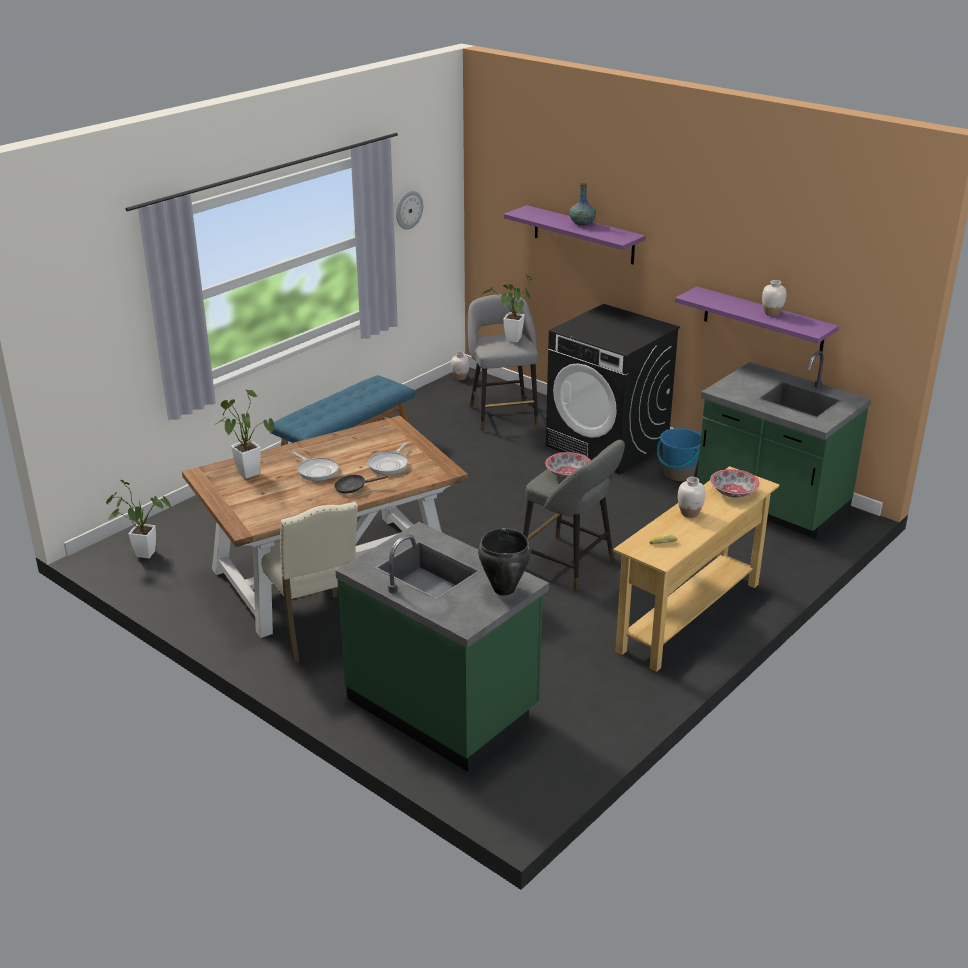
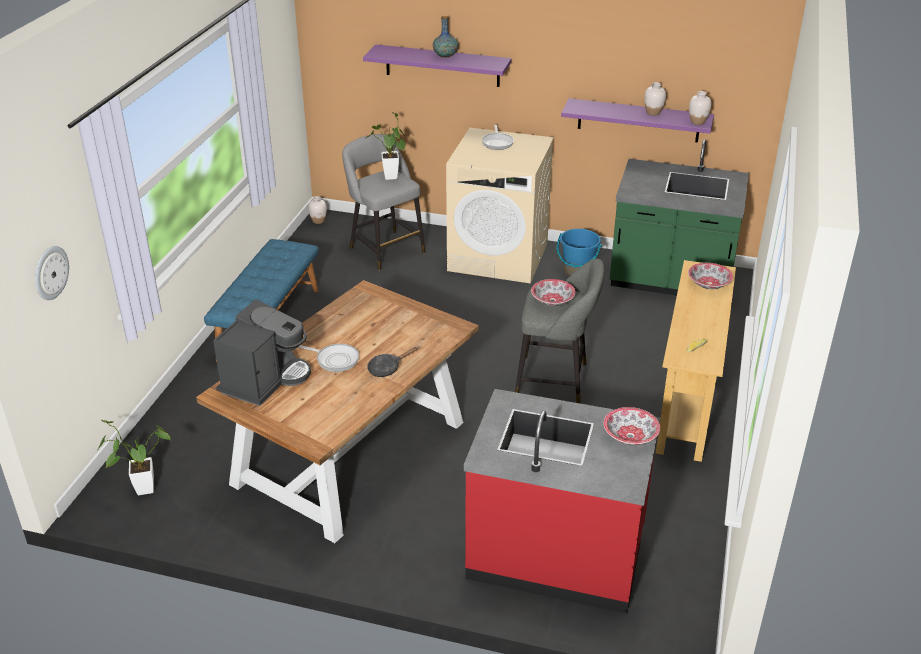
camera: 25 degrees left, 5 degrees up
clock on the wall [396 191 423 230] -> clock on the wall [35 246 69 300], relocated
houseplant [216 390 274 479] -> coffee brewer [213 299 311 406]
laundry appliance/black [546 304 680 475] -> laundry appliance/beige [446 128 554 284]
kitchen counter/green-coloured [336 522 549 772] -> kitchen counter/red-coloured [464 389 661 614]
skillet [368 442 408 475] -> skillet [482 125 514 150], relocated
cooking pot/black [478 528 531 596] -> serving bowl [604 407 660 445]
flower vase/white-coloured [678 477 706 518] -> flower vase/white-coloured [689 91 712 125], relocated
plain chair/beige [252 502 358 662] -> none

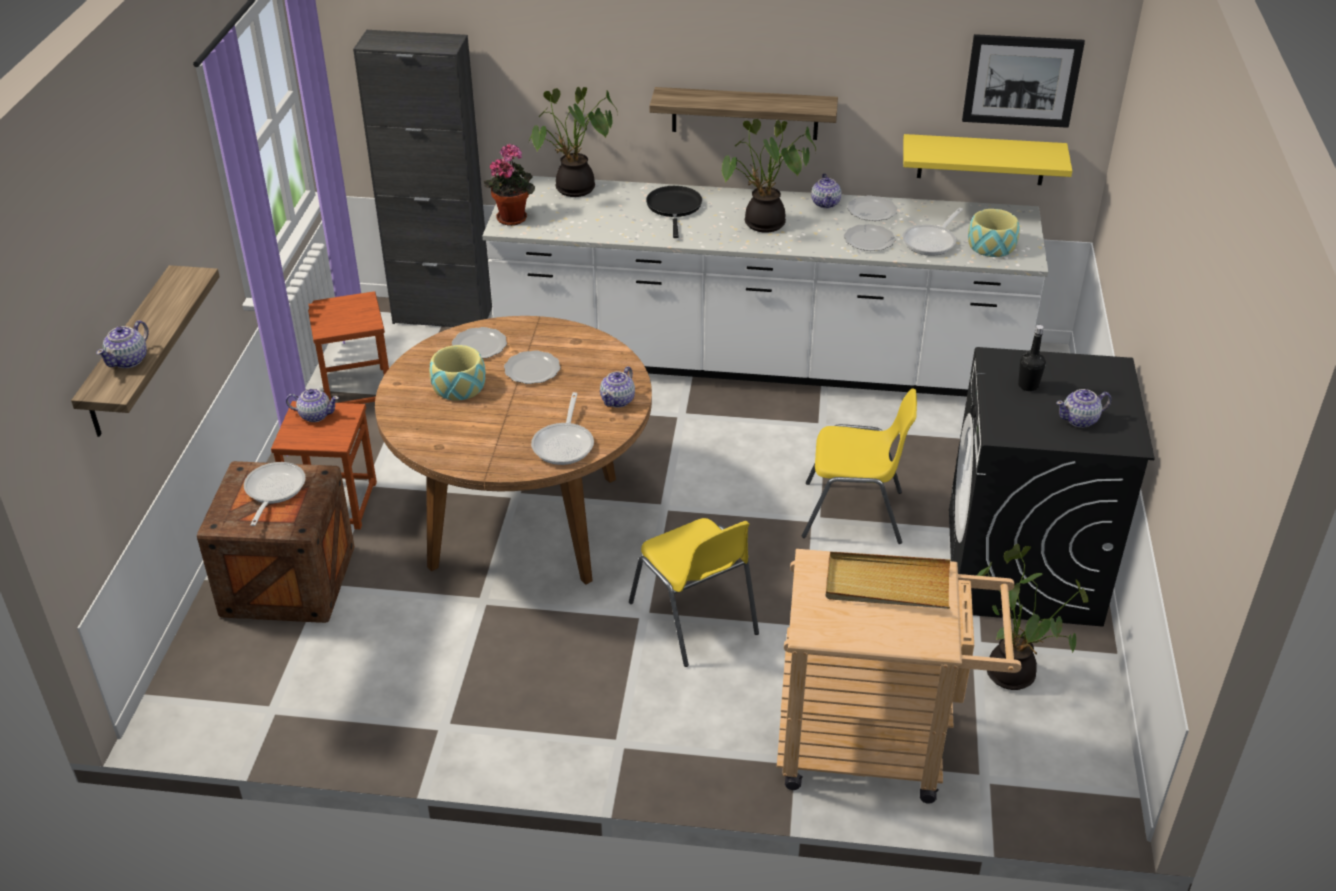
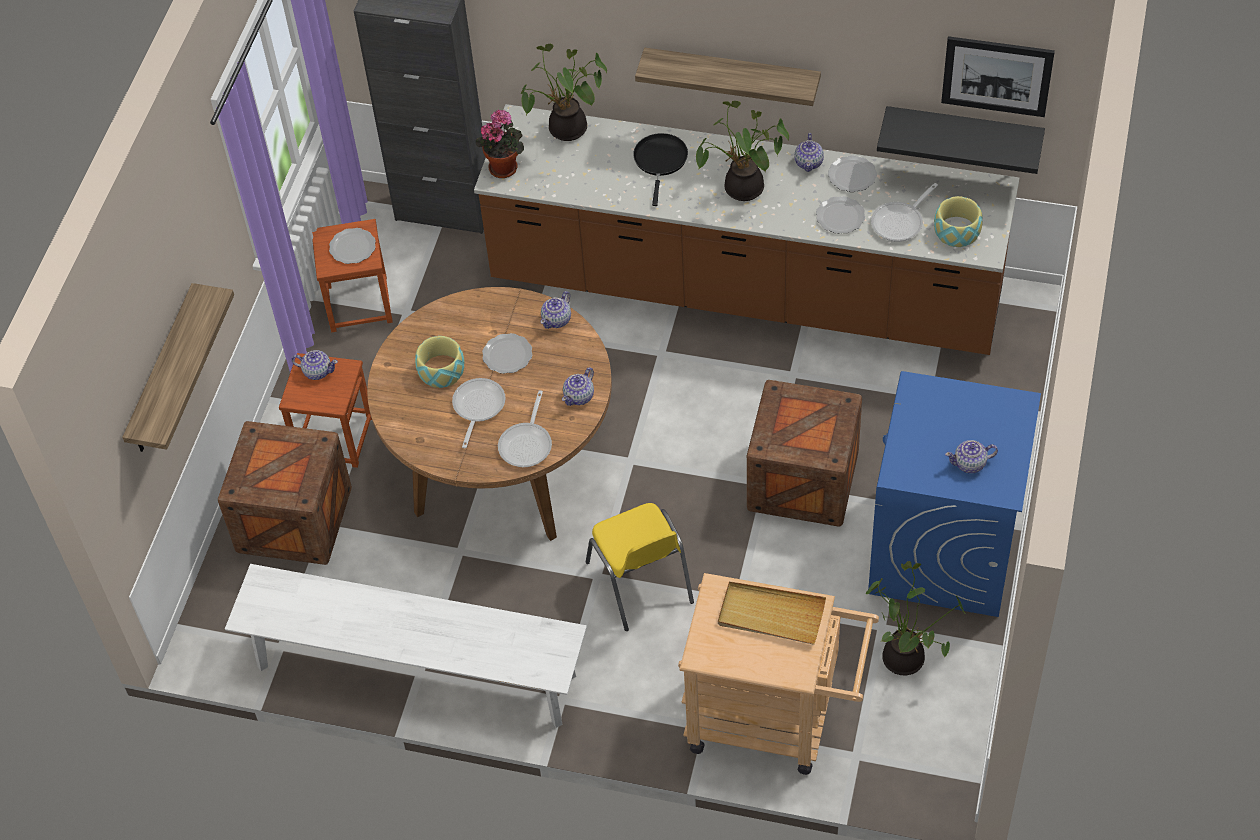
camera: 10 degrees right, 15 degrees up
none -> bench/white-coloured [225 564 587 728]
dinner plate [452 327 507 358] -> dinner plate [329 228 376 264], relocated
skillet [244 462 306 526] -> skillet [452 378 506 448], relocated
kitchen counter/white-coloured [483 175 1048 397] -> kitchen counter/brownish [474 104 1019 355]
pot for tea [96 320 149 368] -> pot for tea [541 291 571 329], relocated
plain chair/yellow-coloured [802 388 917 544] -> packing crate [747 380 862 527]
laundry appliance/black [949 347 1155 627] -> laundry appliance/bluish [868 371 1041 617]
bracket shelf/yellow-coloured [903 134 1072 185] -> bracket shelf/black [877 106 1045 174]
drink bottle/black [1018 325 1046 391] -> none

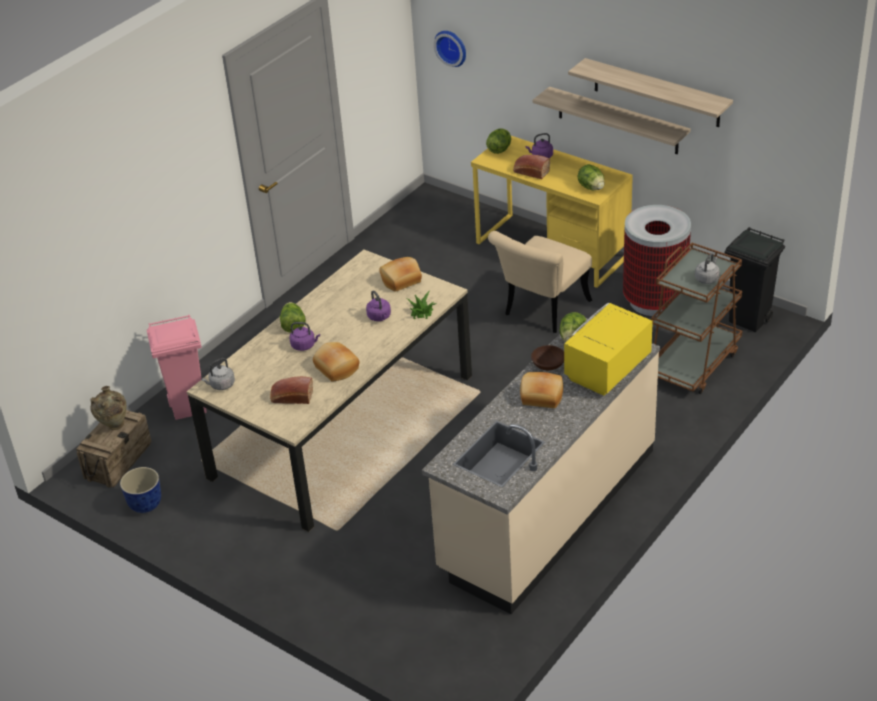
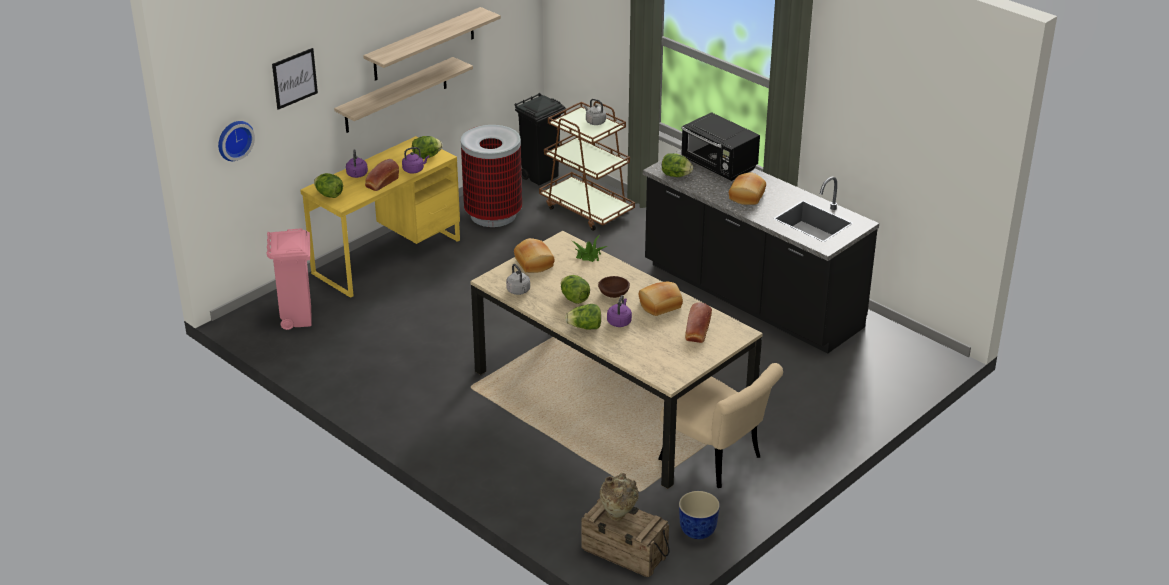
camera: 85 degrees left, 5 degrees down
waste bin/pinkish [147 315 207 420] -> waste bin/pinkish [267 228 312 330], relocated
none -> wall picture [272 48 318 110]
kettle/purple-coloured [366 290 391 321] -> kettle/purple-coloured [402 147 429 173], relocated
kettle/grey [201 358 235 390] -> kettle/grey [506 264 530 295], relocated
none -> lettuce head [561 275 590 304]
serving bowl/brownish [531 345 564 370] -> serving bowl/brownish [598 276 630 298], relocated
kitchen counter/beige [422 318 660 614] -> kitchen counter/black [643 149 879 354]
plain chair/beige [488 231 592 333] -> plain chair/beige [658 363 783 488], relocated
kitchen microwave/yellow-coloured [564 303 653 396] -> kitchen microwave/black [681 112 760 181]

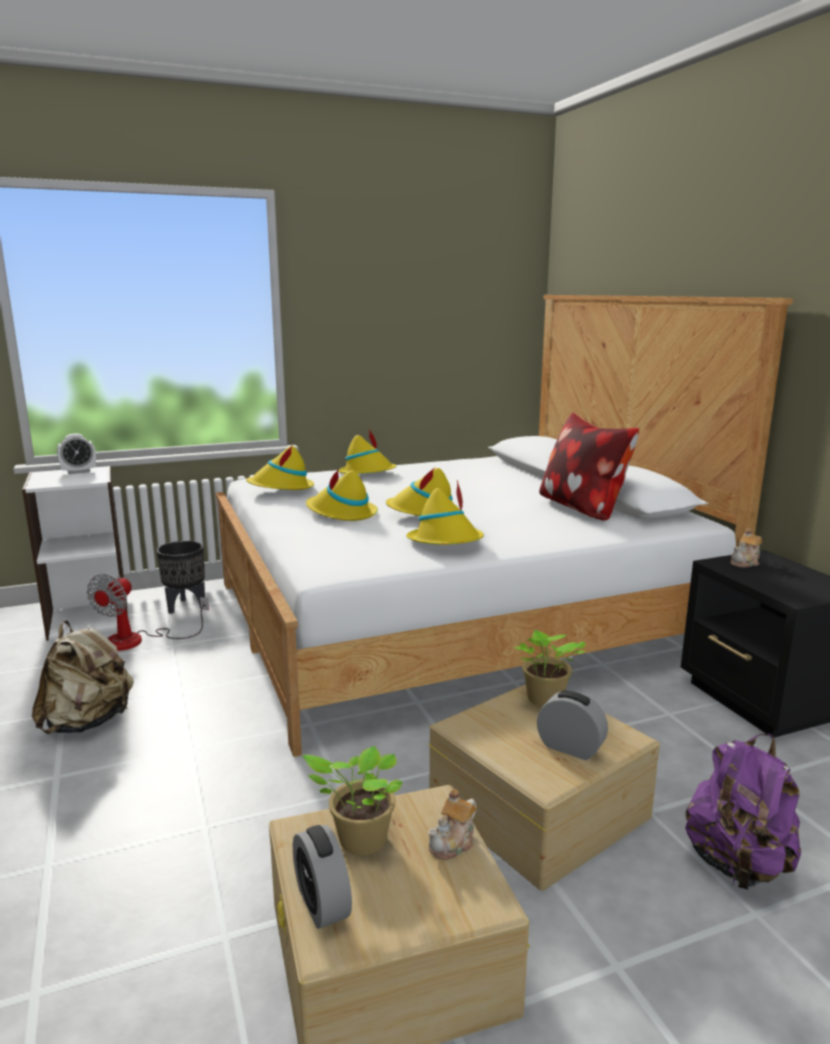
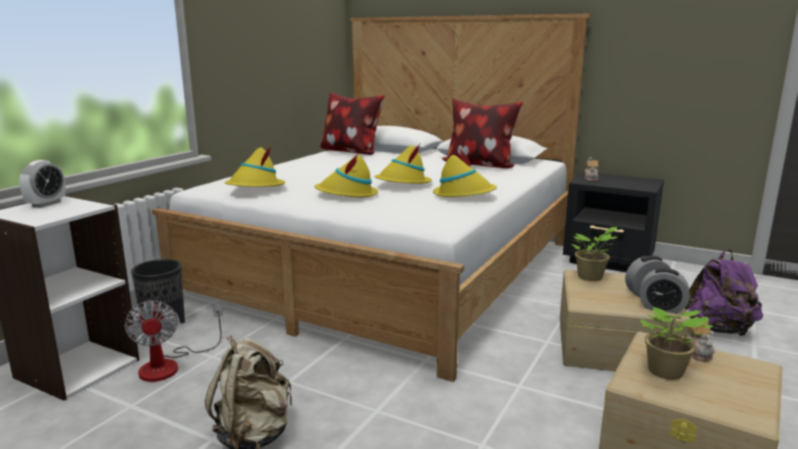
camera: 40 degrees left, 0 degrees up
none -> pillow [319 92 384 155]
bedside clock [293 825 352 929] -> bedside clock [640 268 689 314], relocated
hat/yellow-coloured [338 429 397 474] -> none

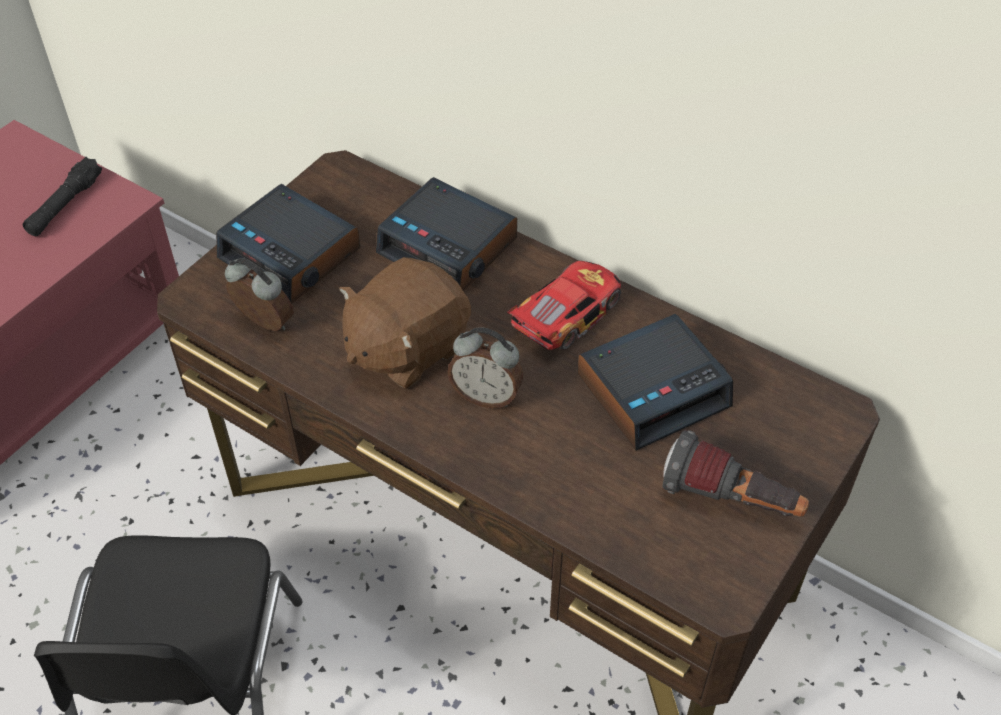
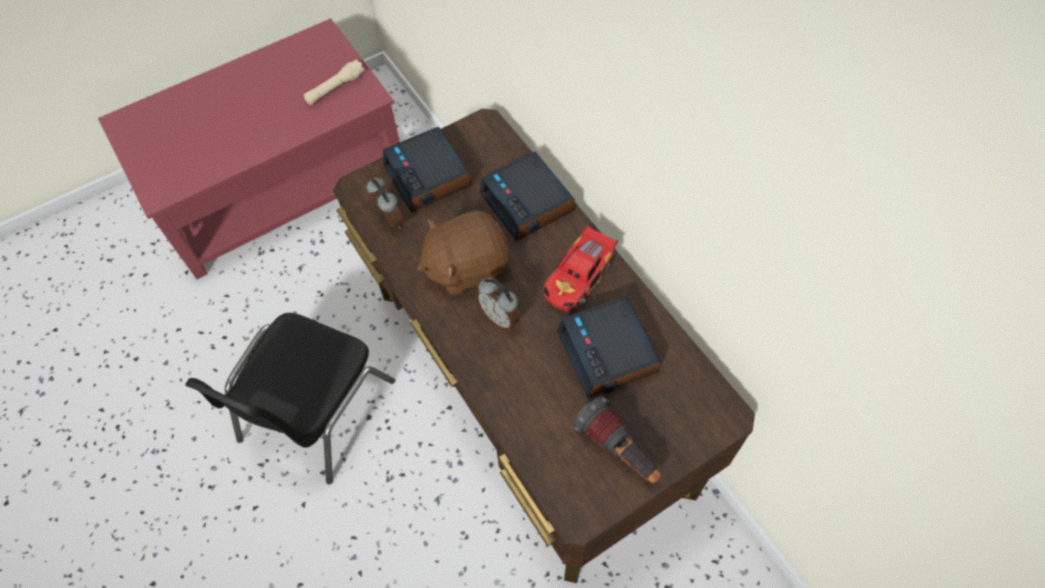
camera: 25 degrees right, 10 degrees up
torch/black [23 157 102 236] -> torch/beige [303 59 365 105]
toy car [507 261 621 350] -> toy car [543 225 618 312], 150 degrees clockwise
bedside clock [577 314 733 451] -> bedside clock [557 297 661 398], 75 degrees clockwise

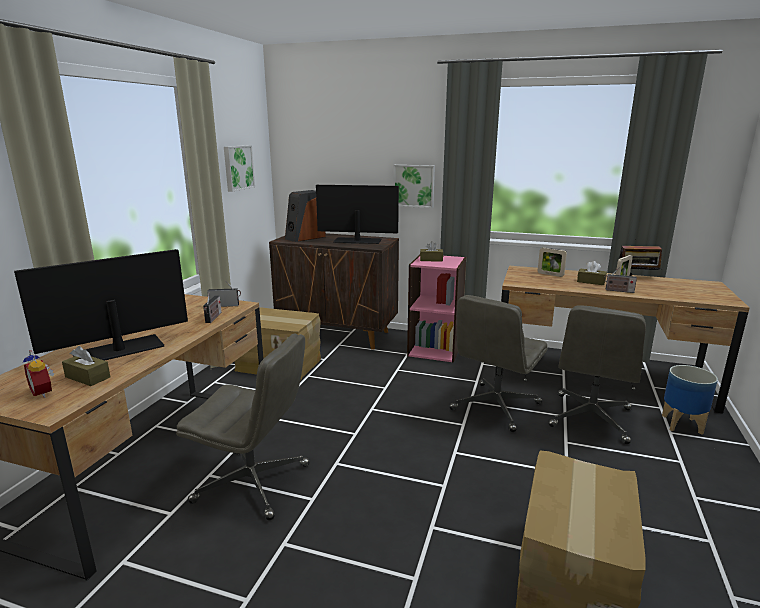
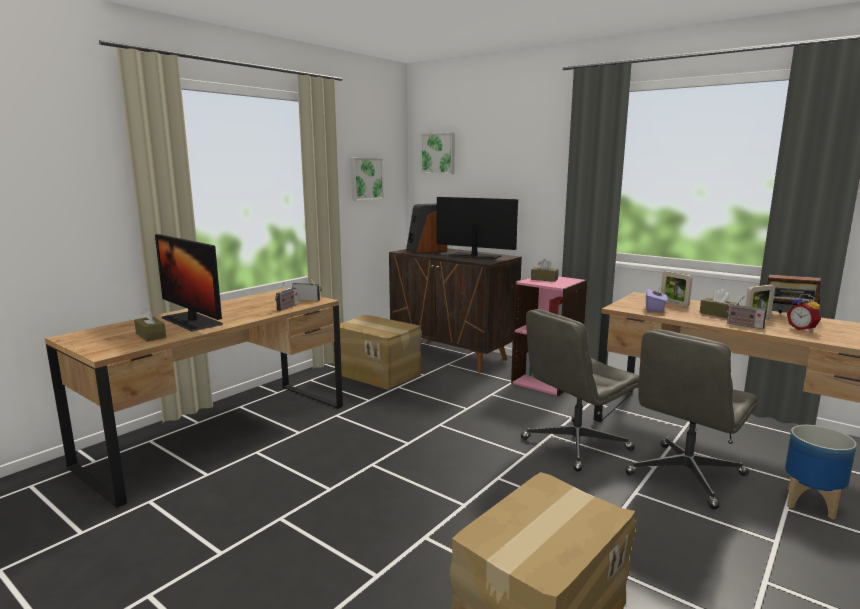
camera: 20 degrees right, 5 degrees down
computer display [14 249 188 361] -> computer display [155 234 223 331], 120 degrees counterclockwise
wall picture [393 165 435 208] -> wall picture [420 132 455 174], relocated
none -> tissue box/purple-coloured [646 286 667 312]
bedside clock [23 350 55 398] -> bedside clock [787 294 821 332], relocated
desk chair/grey [176 333 310 520] -> none

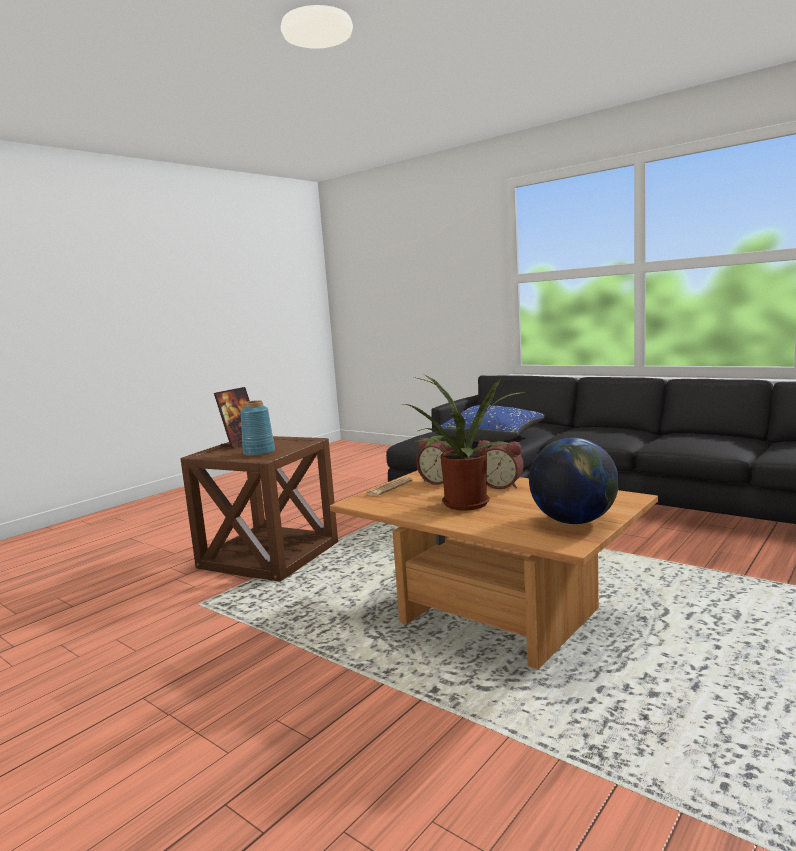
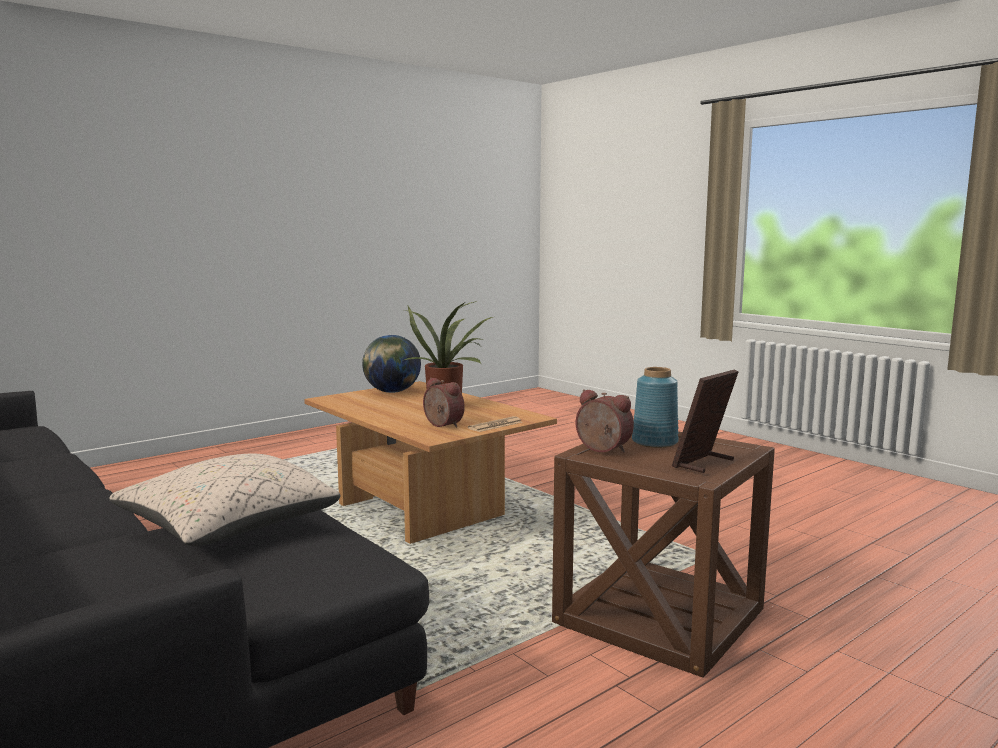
camera: 170 degrees left, 0 degrees up
pillow/bluish [438 405 545 442] -> pillow/beige [109 454 340 546]
bedside clock [478 440 524 489] -> bedside clock [576 389 634 452], relocated

